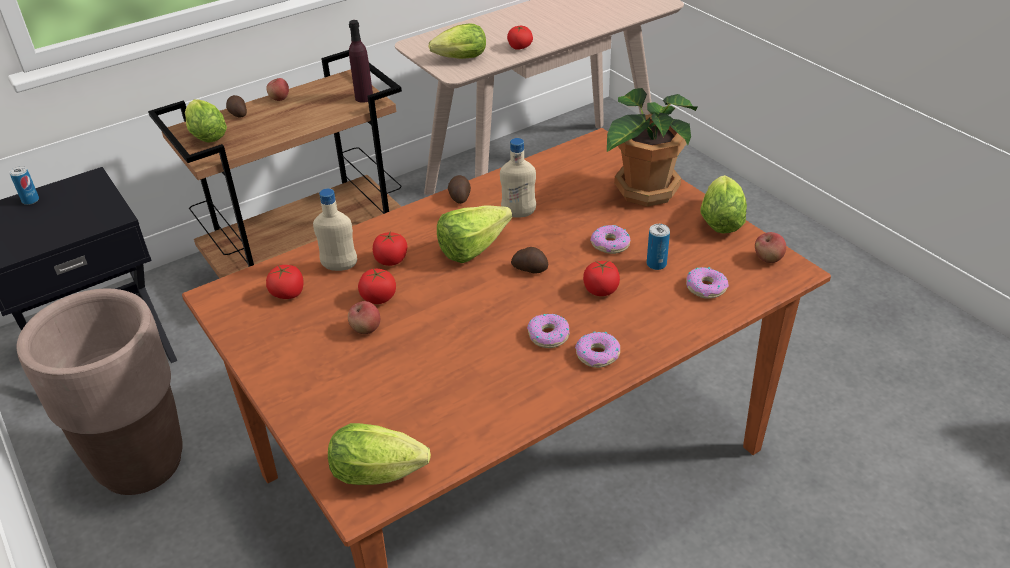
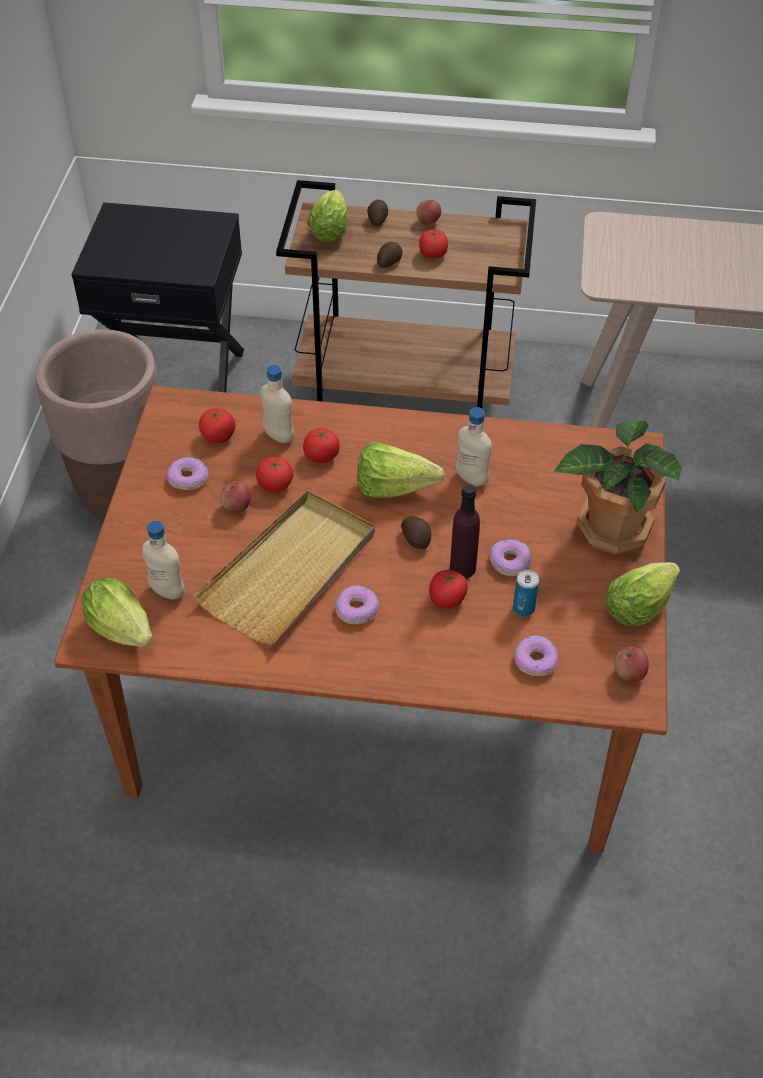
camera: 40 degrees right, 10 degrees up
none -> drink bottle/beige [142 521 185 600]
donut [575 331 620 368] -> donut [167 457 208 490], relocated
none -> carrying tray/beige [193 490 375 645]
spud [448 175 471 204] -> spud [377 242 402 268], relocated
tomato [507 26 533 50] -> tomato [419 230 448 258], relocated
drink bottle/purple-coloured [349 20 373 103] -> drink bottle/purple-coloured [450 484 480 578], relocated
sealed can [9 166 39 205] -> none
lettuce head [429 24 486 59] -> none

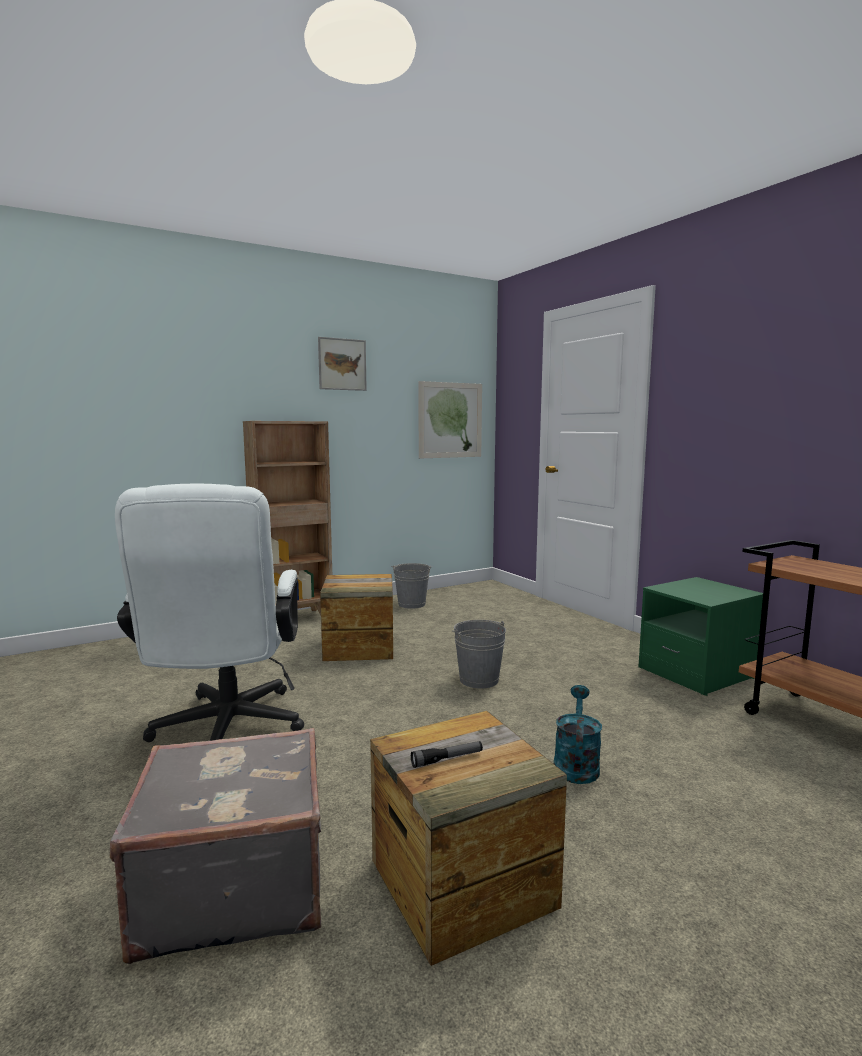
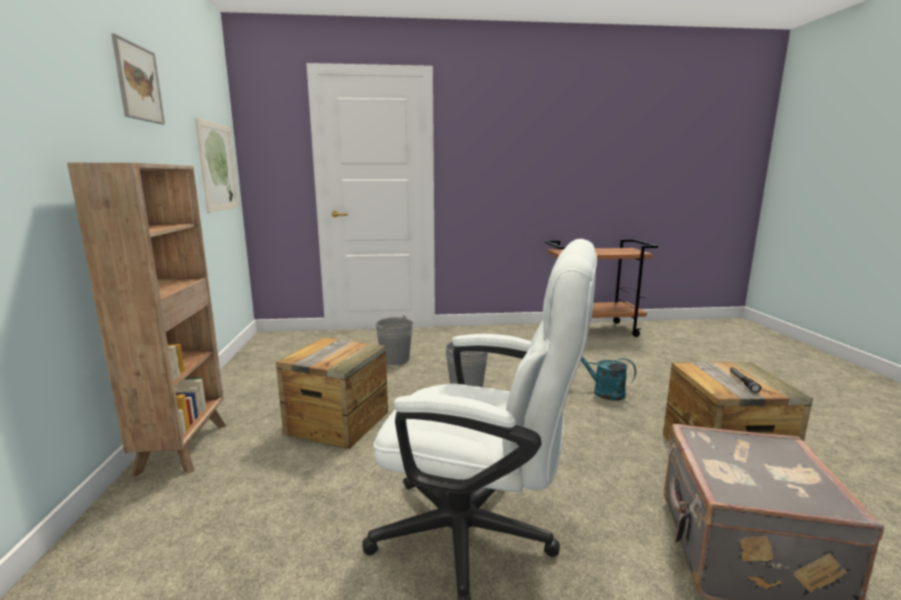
camera: 65 degrees left, 5 degrees up
bucket/grey [391 563 431 609] -> bucket/grey [375 315 413 365], relocated
nightstand/green-coloured [638 577 763 696] -> none

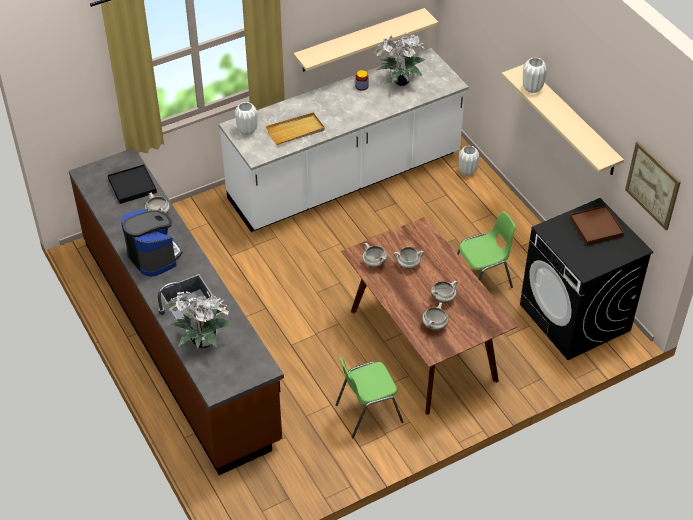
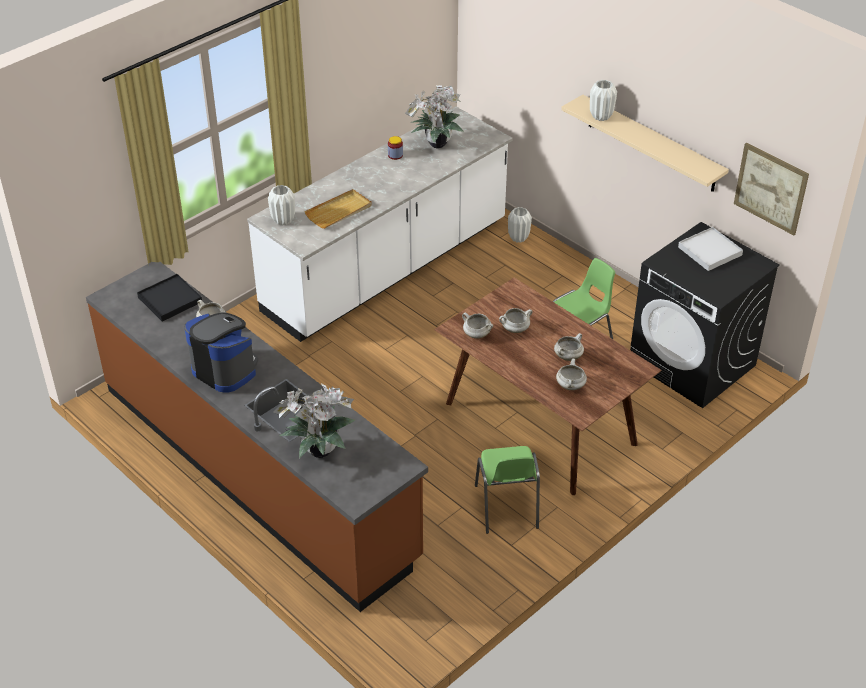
camera: 15 degrees left, 5 degrees down
plain chair/green-coloured [335 357 403 438] -> plain chair/green-coloured [475 446 540 534], 60 degrees counterclockwise
carrying tray/brownish [570 205 624 246] -> carrying tray/white-coloured [678 227 743 271]
bracket shelf/beige [293 8 438 72] -> none

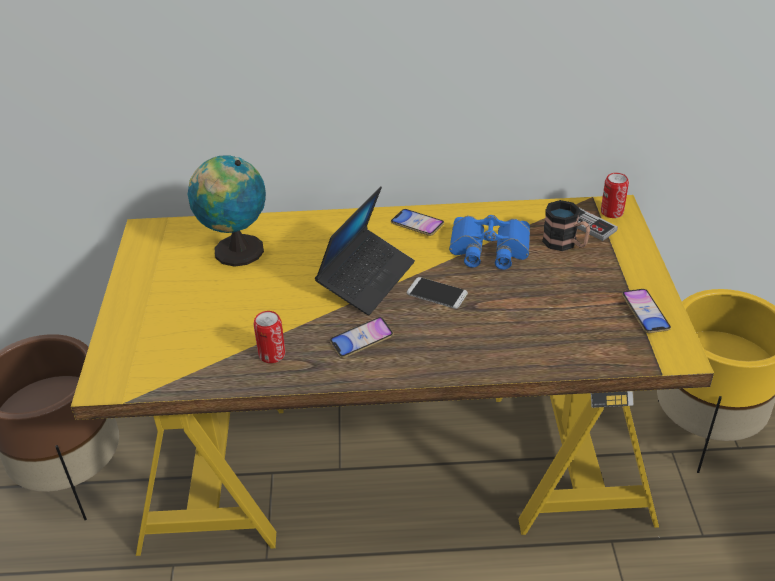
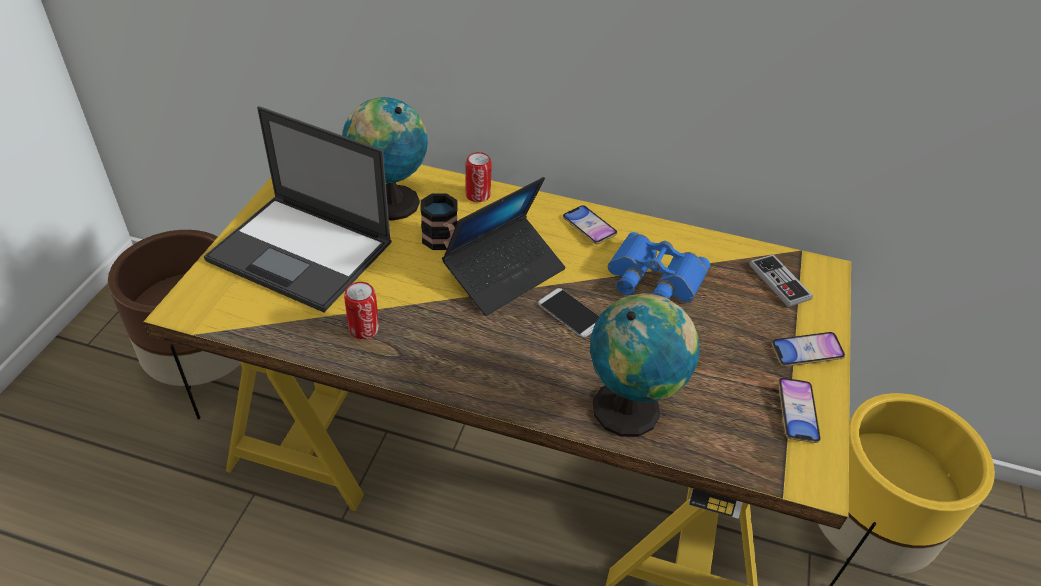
camera: 15 degrees right, 5 degrees up
none -> portable computer [204 106 392 312]
coffee mug [542 200 590 251] -> coffee mug [420 194 458 250], relocated
sealed can [601 173 629 218] -> sealed can [465 152 492 202], relocated
none -> globe [590 293 699 437]
telephone [330 317 393 358] -> telephone [772 332 845 366], relocated

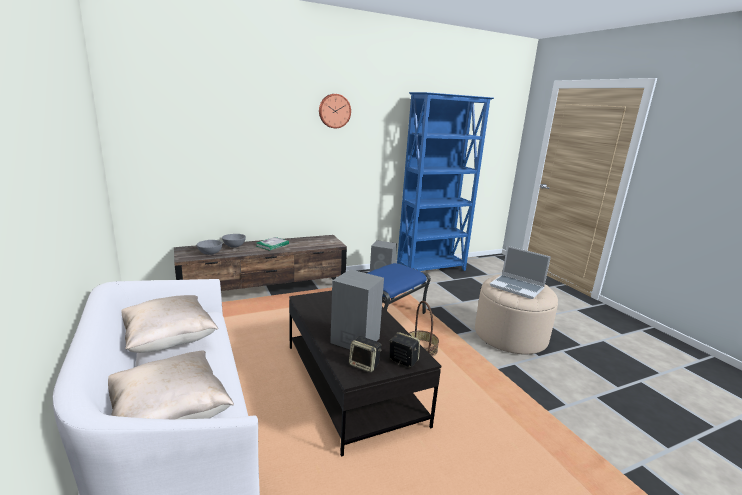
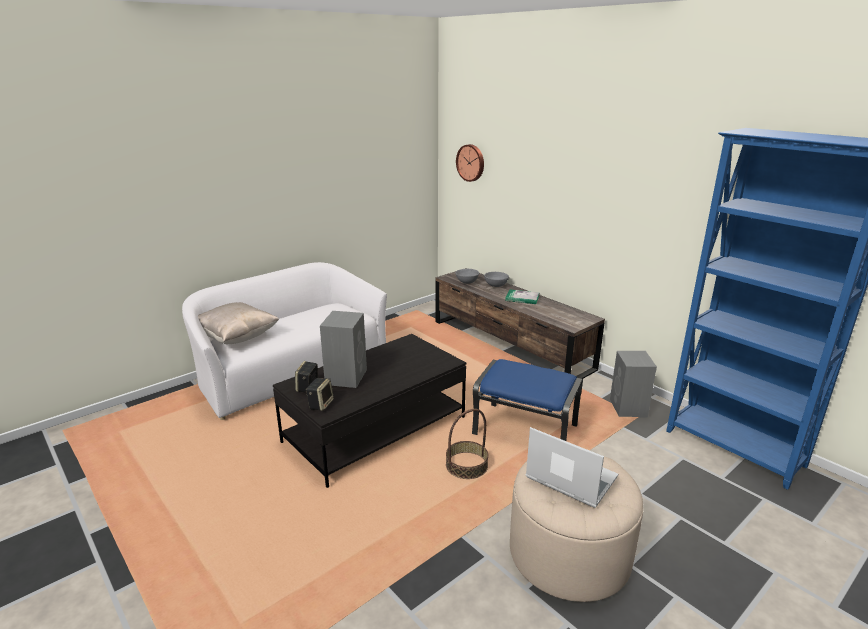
camera: 75 degrees right, 5 degrees up
clock on the wall [319 94 351 128] -> clock on the wall [456 144 484 182], relocated
portable computer [490 246 551 299] -> portable computer [526 427 618 508], 105 degrees clockwise
pillow/beige [121 295 218 353] -> none

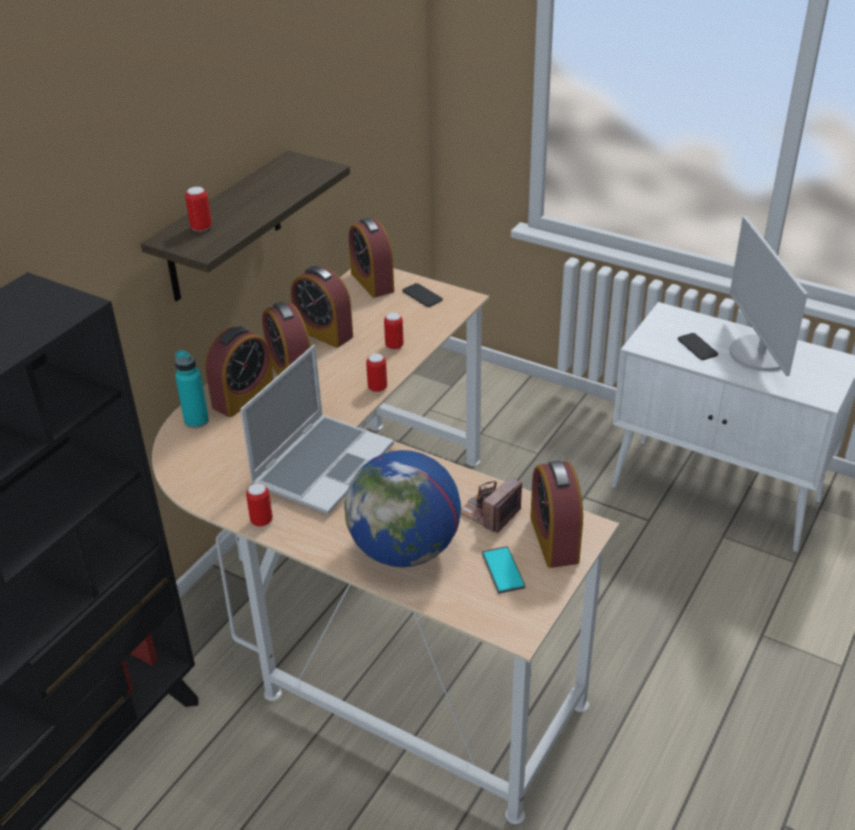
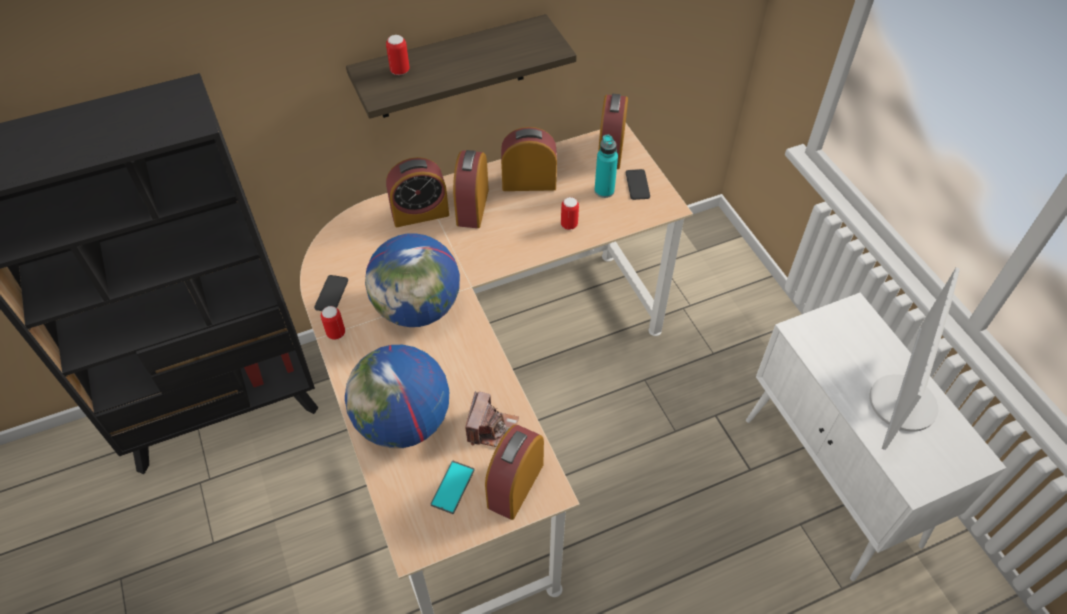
camera: 35 degrees right, 15 degrees up
telephone [678 333 718 360] -> telephone [314 275 348 311], relocated
portable computer [240 345 394 515] -> globe [365 233 460 327]
photo camera [461 477 522 533] -> photo camera [465 391 519 447], 120 degrees clockwise
bedside clock [291 266 353 348] -> bedside clock [501 127 557 191], 105 degrees clockwise
drink bottle/turquoise [175 350 209 428] -> drink bottle/turquoise [594 135 618 198], relocated
sealed can [366 353 387 392] -> none

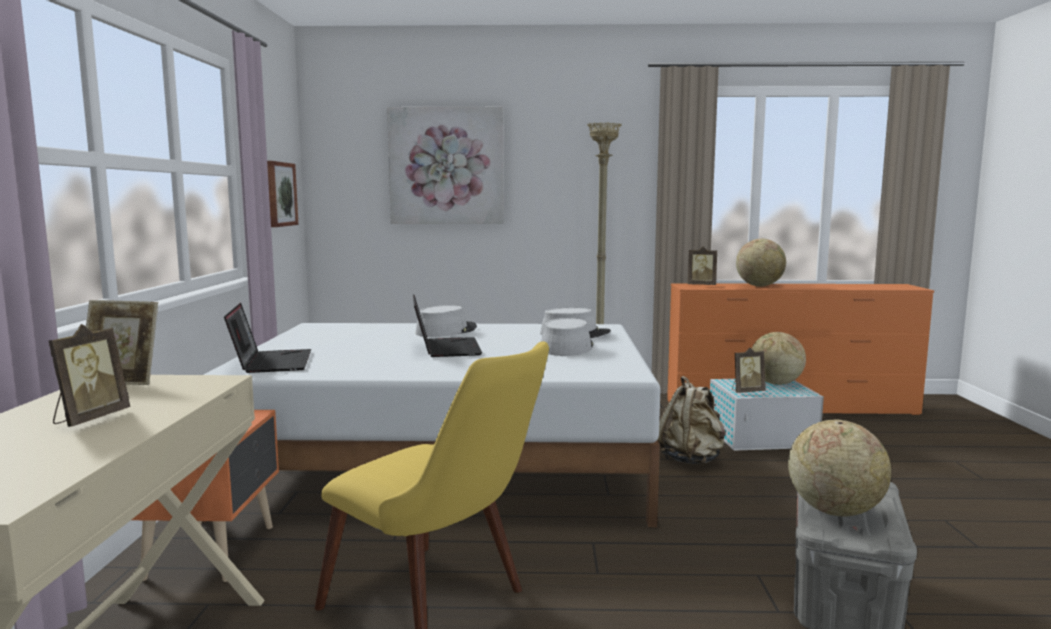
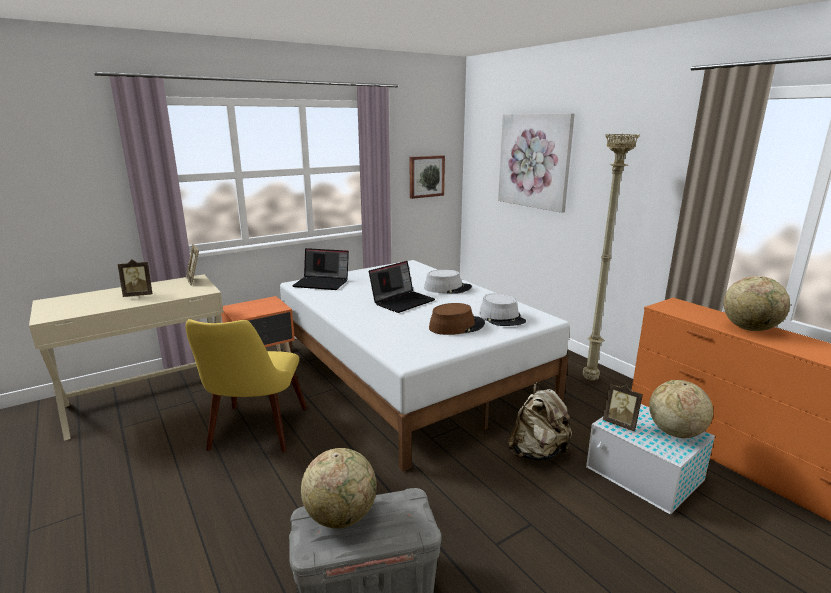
camera: 55 degrees right, 10 degrees up
portable computer [224 303 311 373] -> portable computer [292 248 349 290], 60 degrees clockwise
hat/grey [541 318 593 356] -> hat/brownish [429 303 485 335]
standing frame [688 246 717 285] -> none

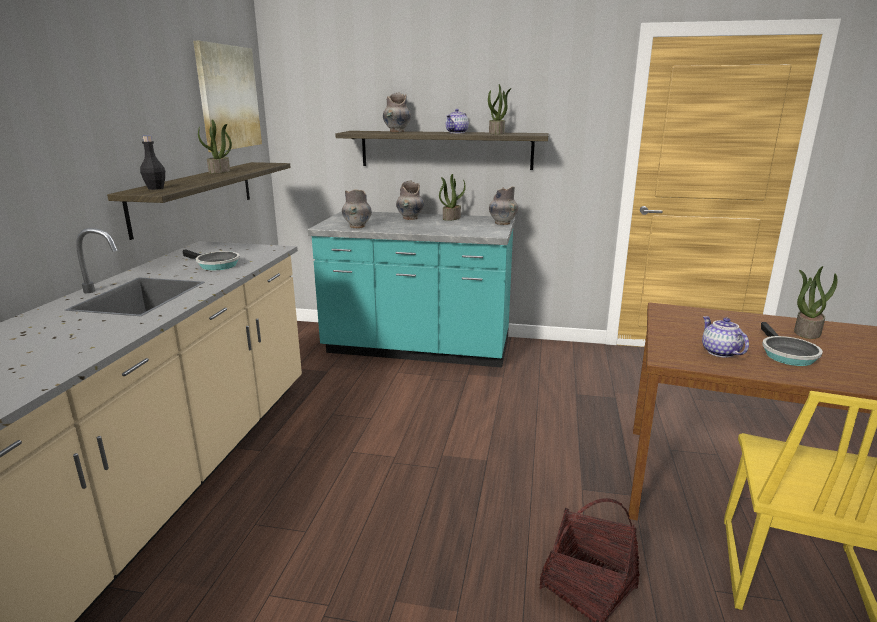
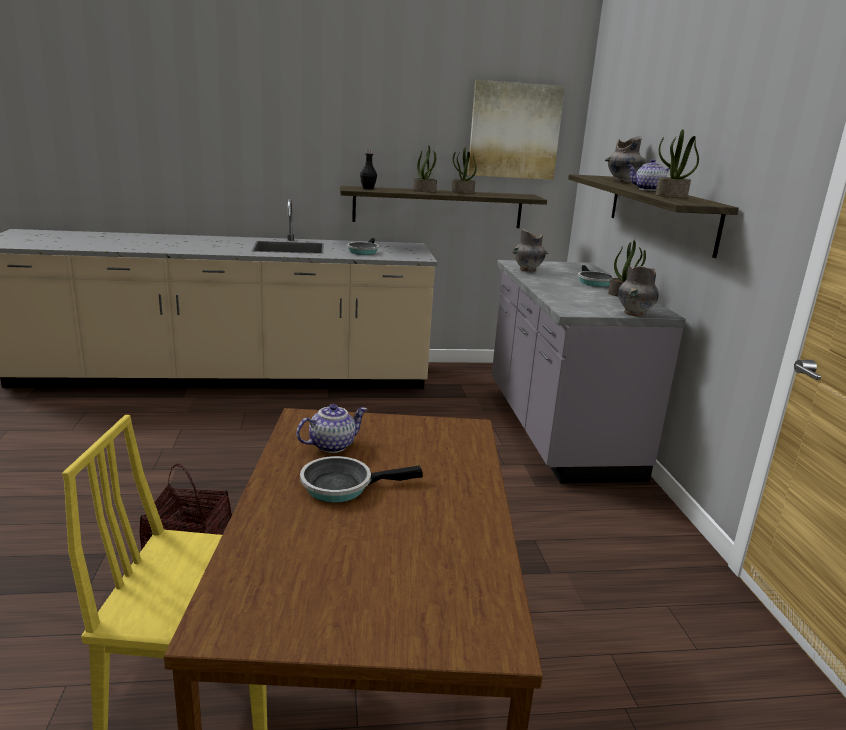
camera: 70 degrees right, 0 degrees up
houseplant [794 266 837 339] -> houseplant [413 145 437 192], relocated
kitchen counter/turquoise [308 211 515 368] -> kitchen counter/grey [492 260 686 484]
flower vase/grey [396 181 424 220] -> skillet [578 265 614 287]

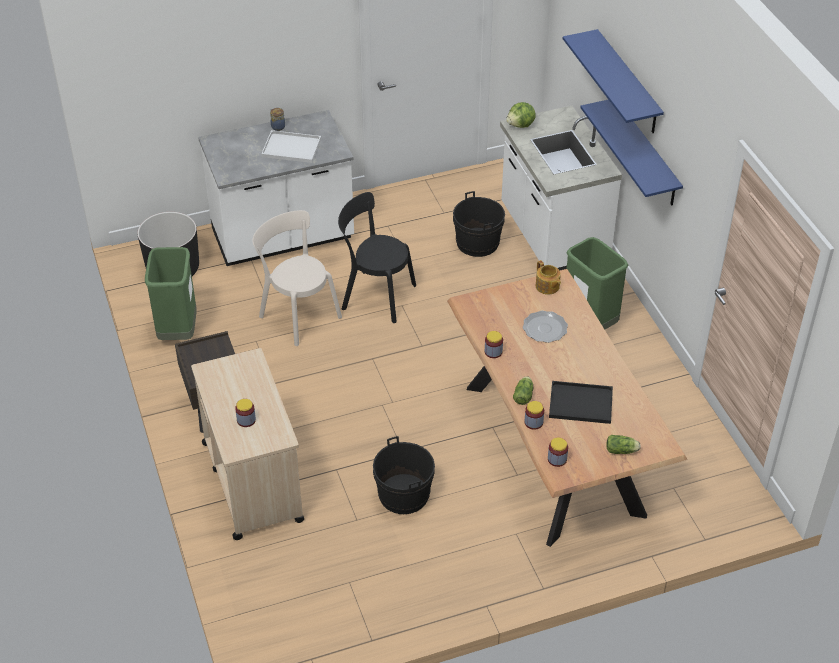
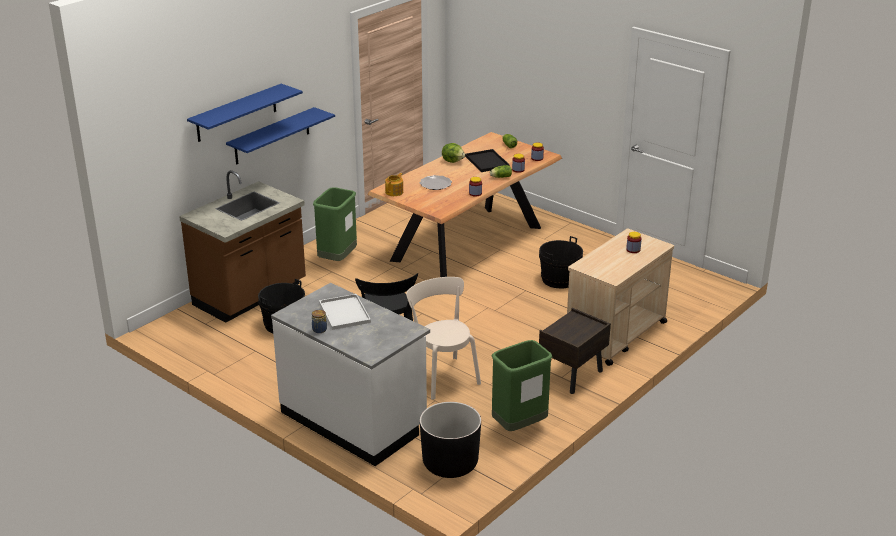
camera: 120 degrees left, 15 degrees down
kitchen counter/white-coloured [500 106 622 270] -> kitchen counter/brownish [179 170 306 323]
plain chair/beige [252 210 342 346] -> plain chair/beige [406 277 481 400], 135 degrees clockwise
lettuce head [506 102 535 128] -> lettuce head [442 143 465 163], relocated

